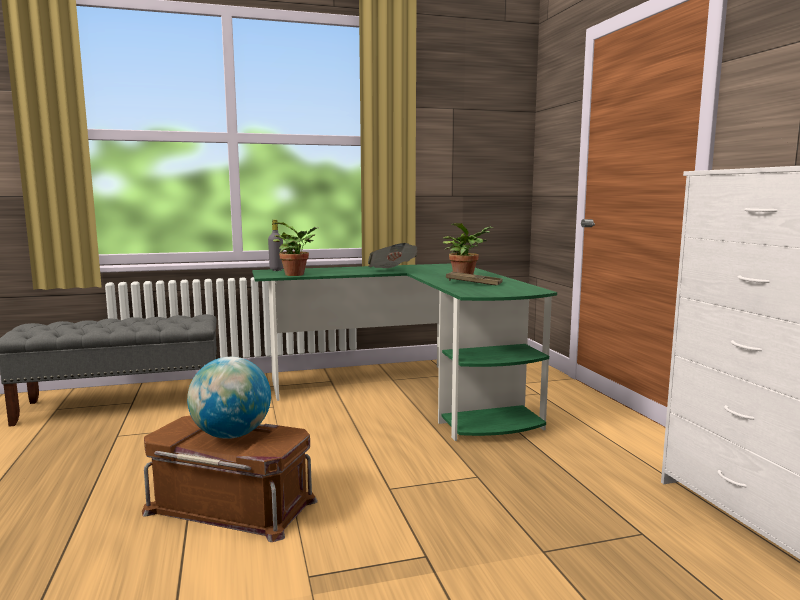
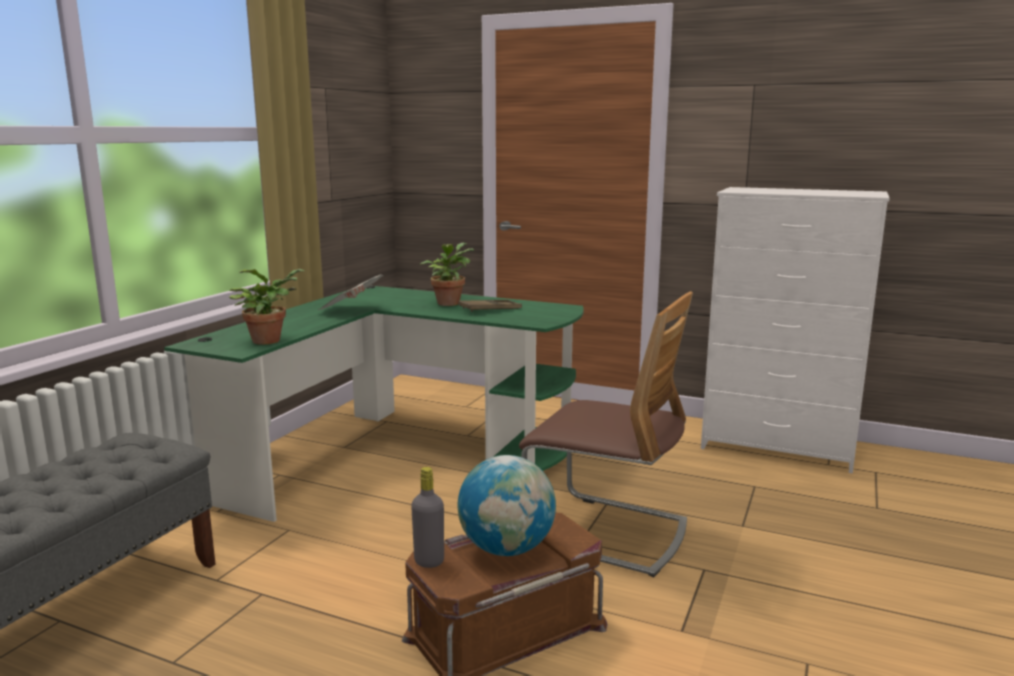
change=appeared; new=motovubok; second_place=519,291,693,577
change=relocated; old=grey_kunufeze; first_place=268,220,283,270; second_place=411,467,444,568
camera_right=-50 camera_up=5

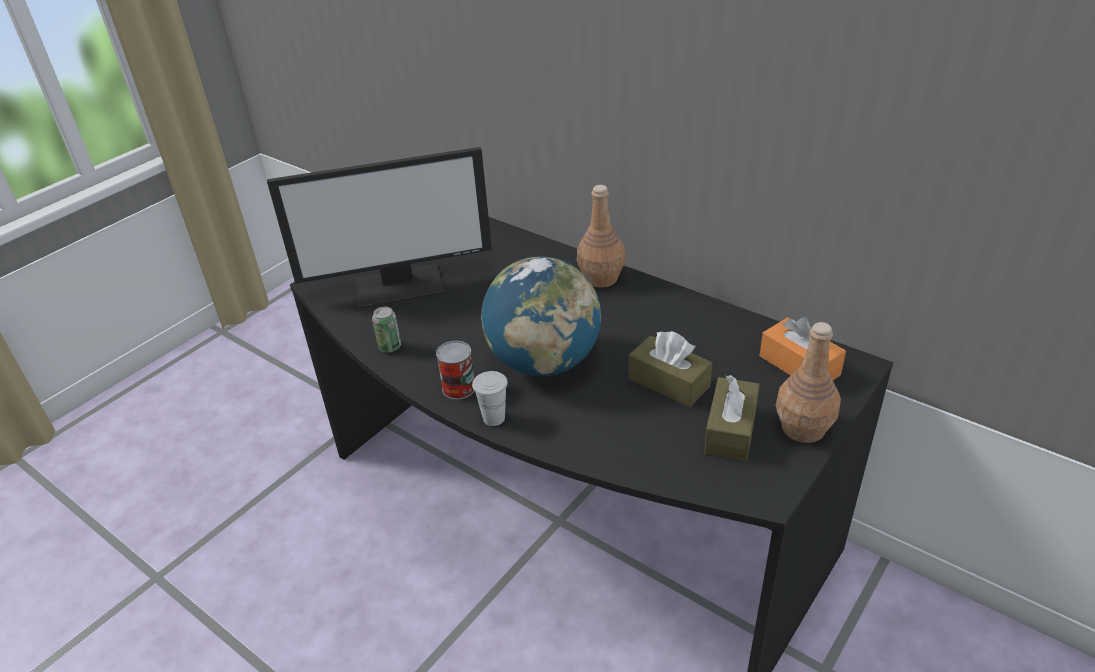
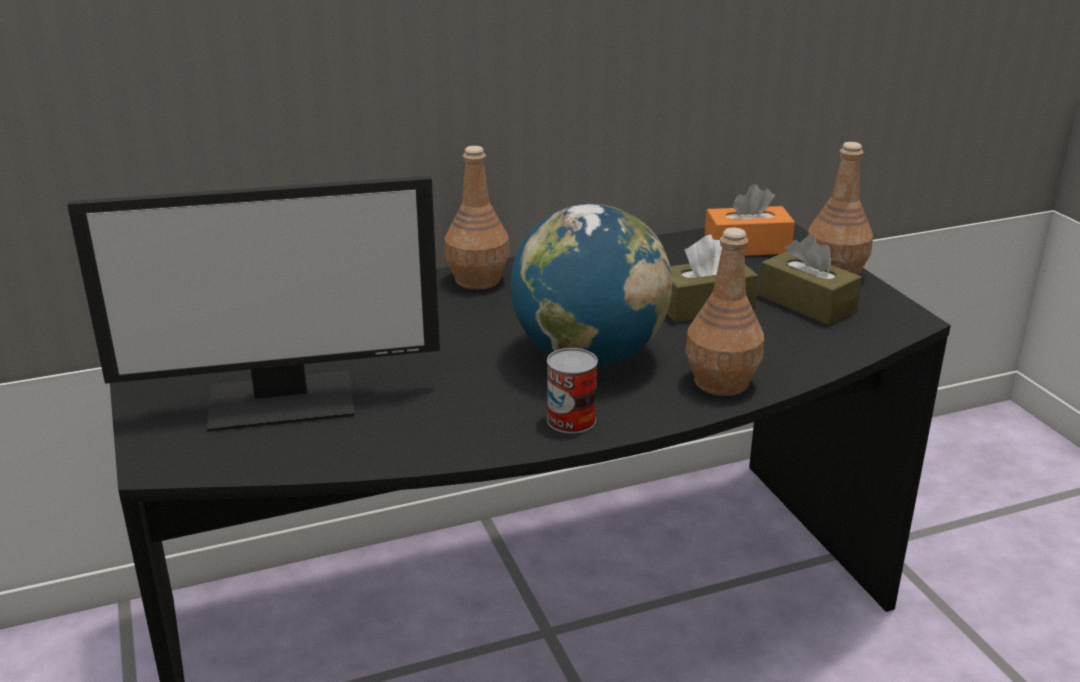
change=missing; old=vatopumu; first_place=372,307,401,352
change=missing; old=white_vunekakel; first_place=472,371,508,426
change=appeared; new=brown_kunufeze; second_place=685,227,764,396
change=spun; old=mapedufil; first_place=267,147,492,308; second_place=67,176,440,432; degrees=60
camera_right=-60 camera_up=-10

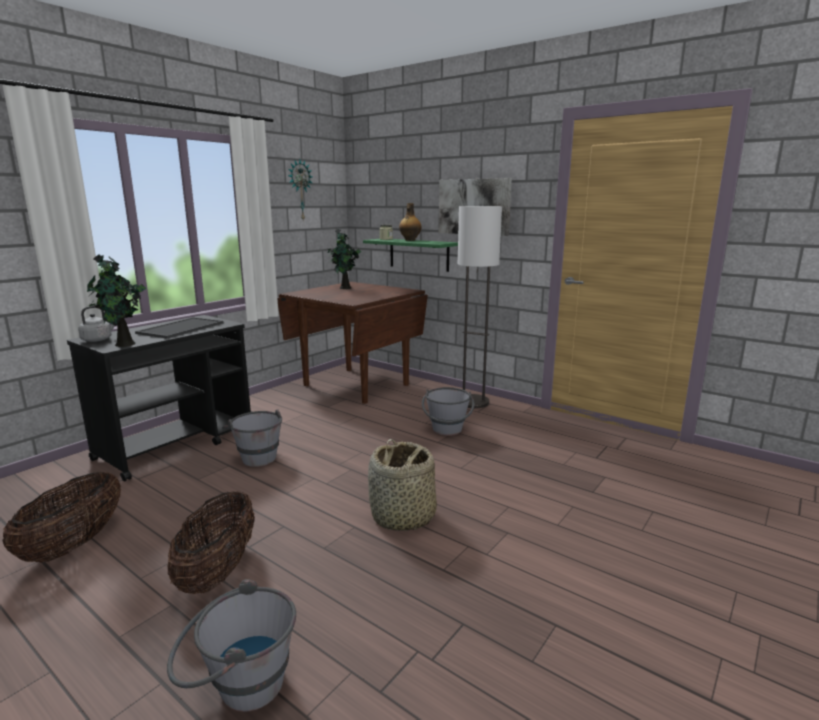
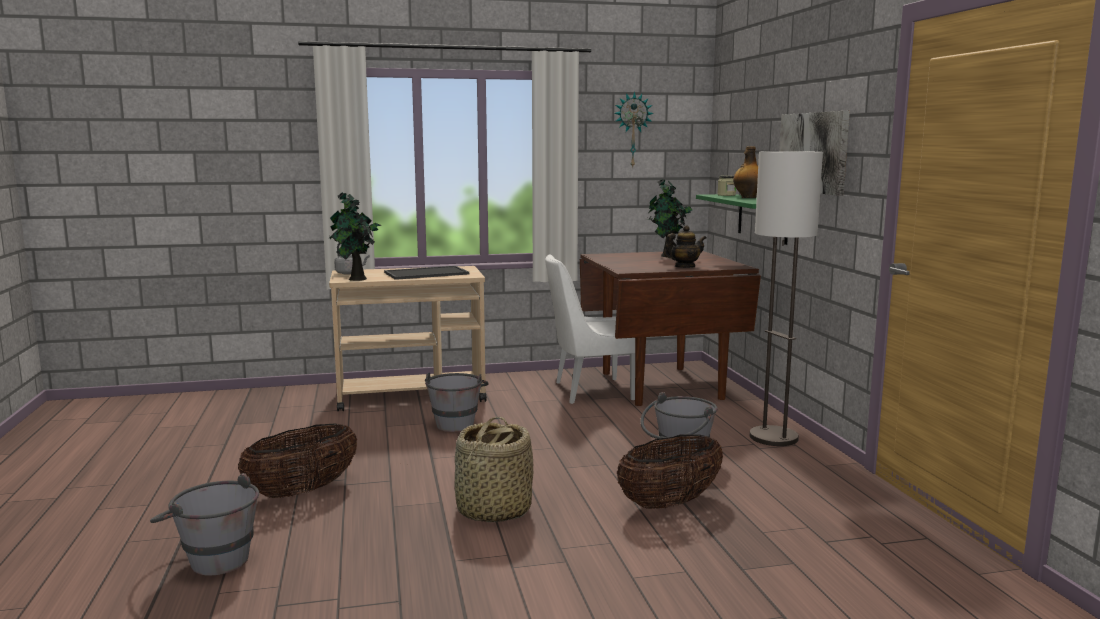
change=appeared; new=white_motovubok; second_place=545,254,635,404
change=appeared; new=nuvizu; second_place=664,225,707,268
change=relocated; old=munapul; first_place=2,472,121,562; second_place=617,435,723,509
change=colour; old=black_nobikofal; new=beige_nobikofal; first_place=67,315,251,482; second_place=329,266,487,412
camera_right=40 camera_up=-5

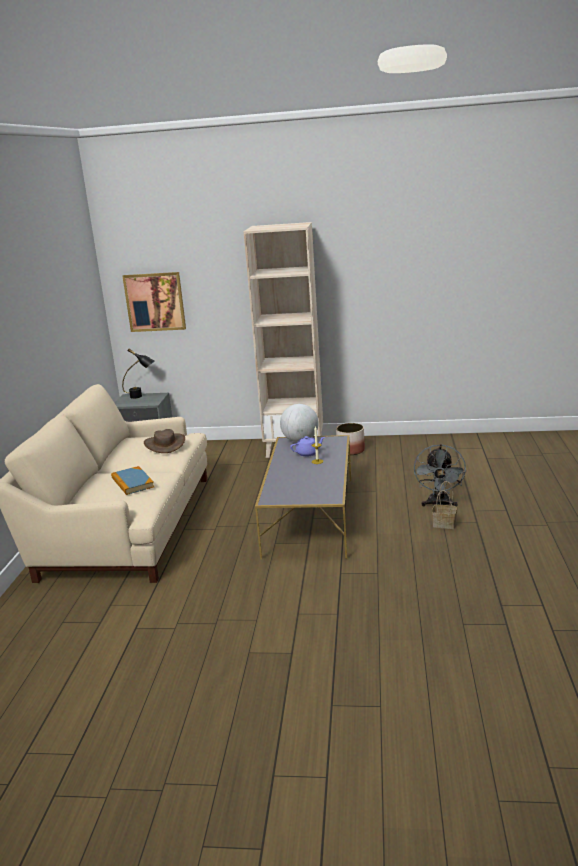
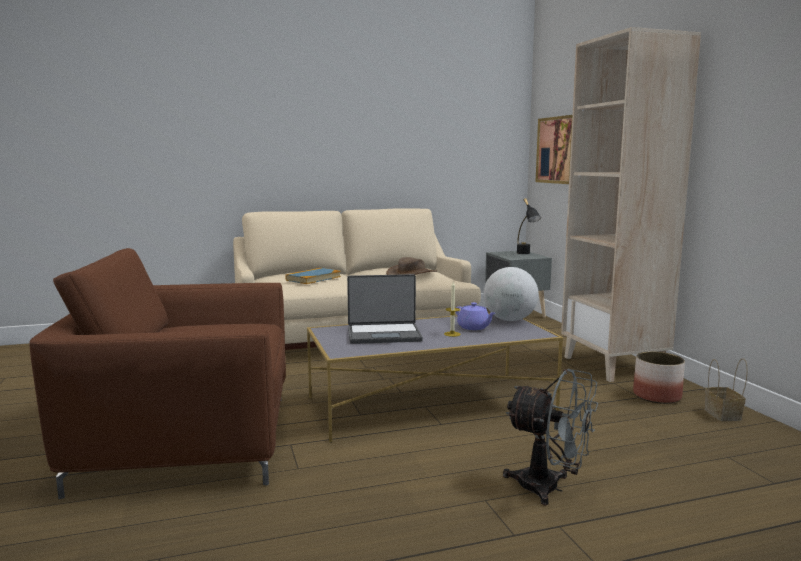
change=appeared; new=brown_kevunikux; second_place=29,248,286,499
change=appeared; new=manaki; second_place=347,274,423,344
change=relocated; old=munapul; first_place=432,481,457,529; second_place=705,358,748,421
change=spun; old=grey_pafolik; first_place=414,444,466,506; second_place=503,369,598,506; degrees=-135
camera_right=65 camera_up=-10

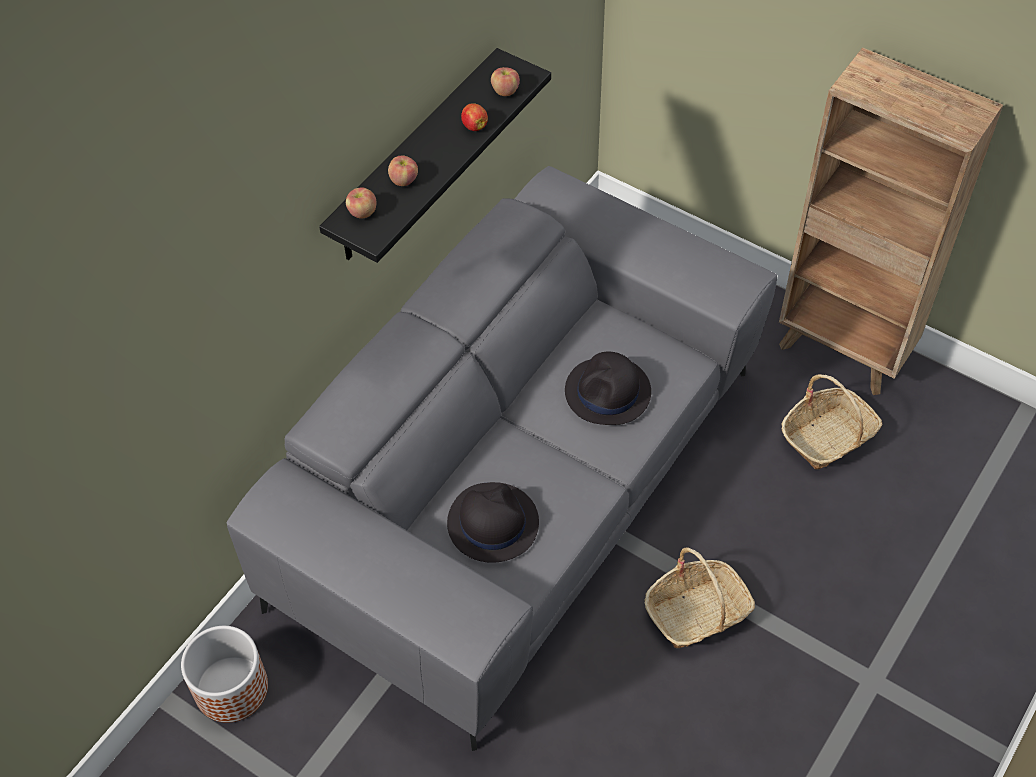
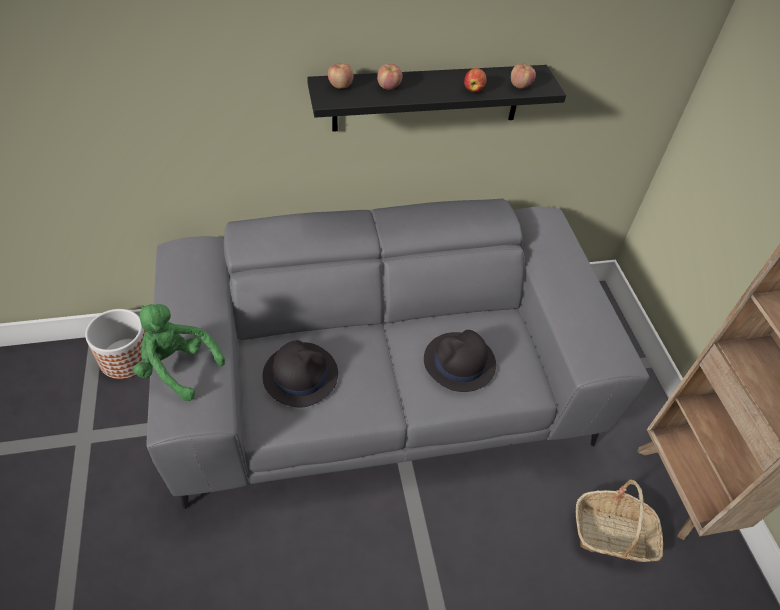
change=missing; old=munapul; first_place=644,548,755,648
change=appeared; new=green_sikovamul; second_place=134,304,225,401
camera_right=40 camera_up=-5

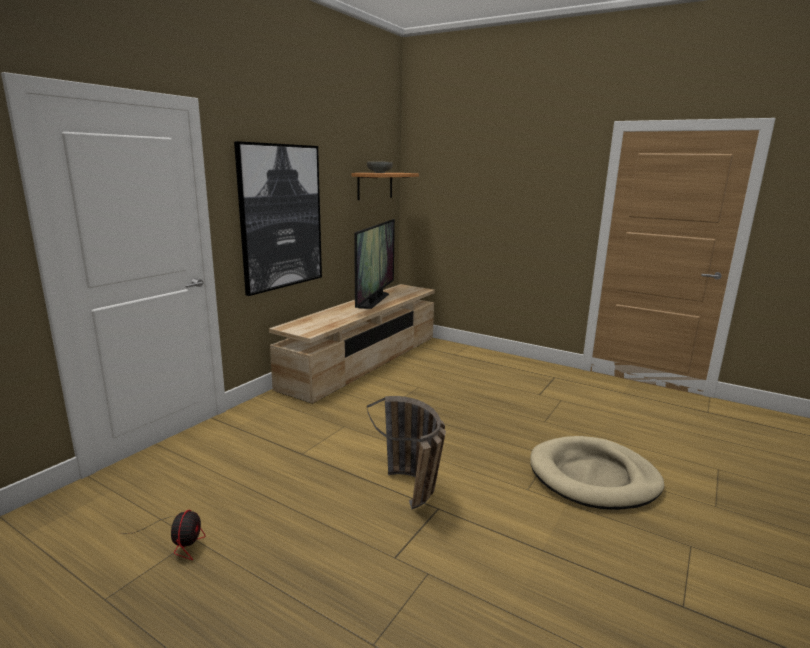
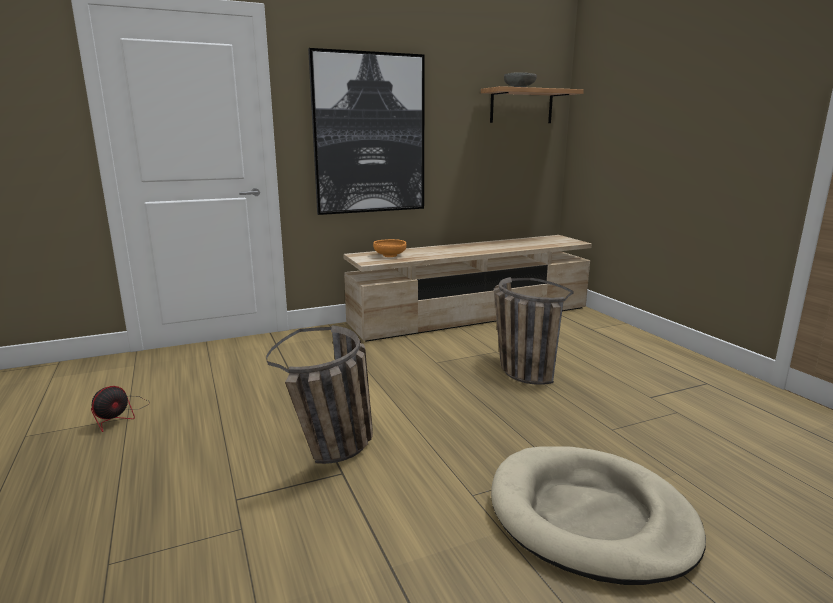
change=missing; old=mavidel; first_place=354,219,395,309
change=appeared; new=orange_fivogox; second_place=373,239,406,257
change=appeared; new=munapul; second_place=494,277,574,385
camera_right=35 camera_up=0

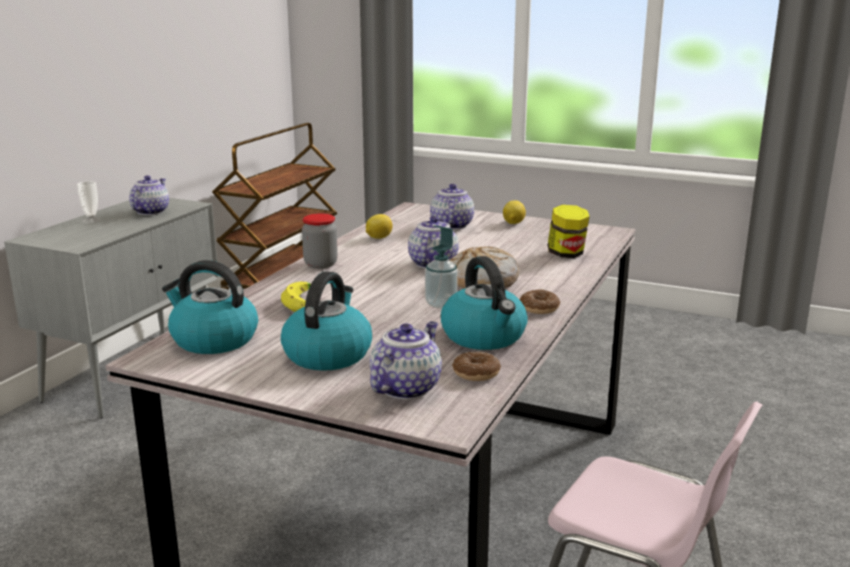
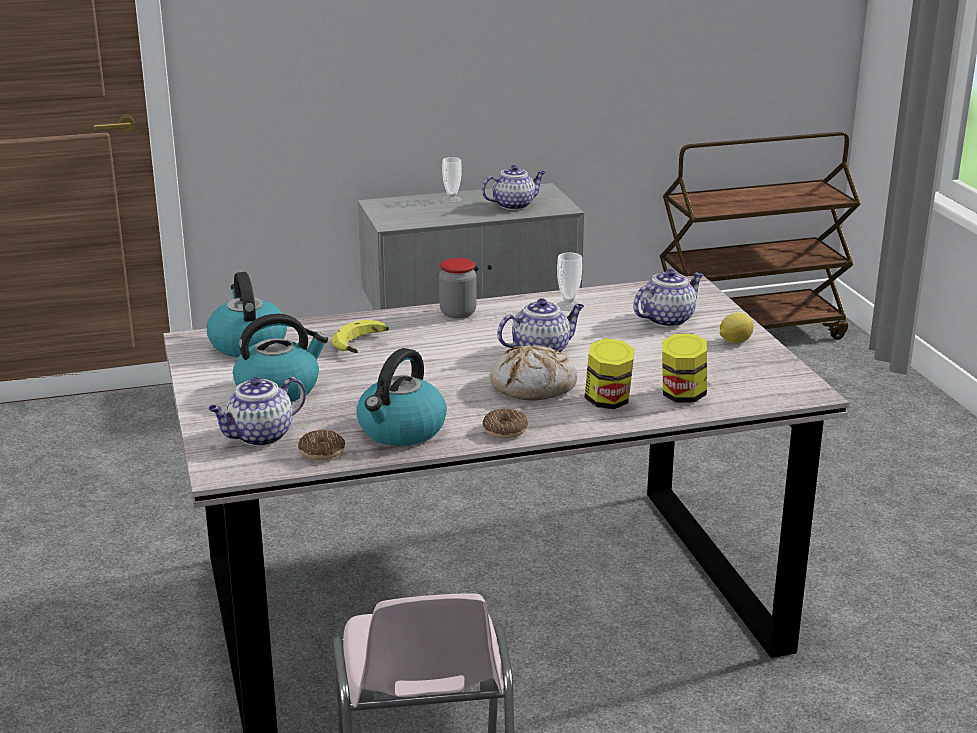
change=missing; old=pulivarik; first_place=425,225,458,309
change=appeared; new=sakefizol; second_place=584,338,635,409
change=exchanged; old=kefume; new=vunekakel; first_place=366,214,393,239; second_place=556,252,582,311
change=spun; old=nuvizu; first_place=370,321,442,400; second_place=208,377,306,446; degrees=150
camera_right=50 camera_up=5

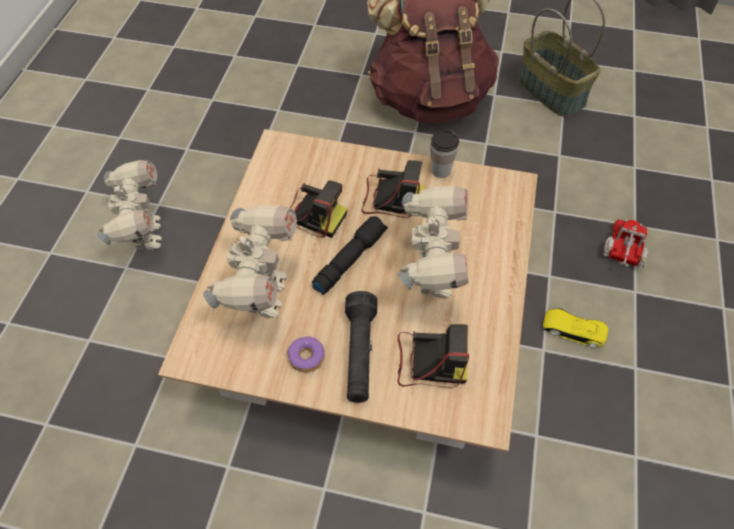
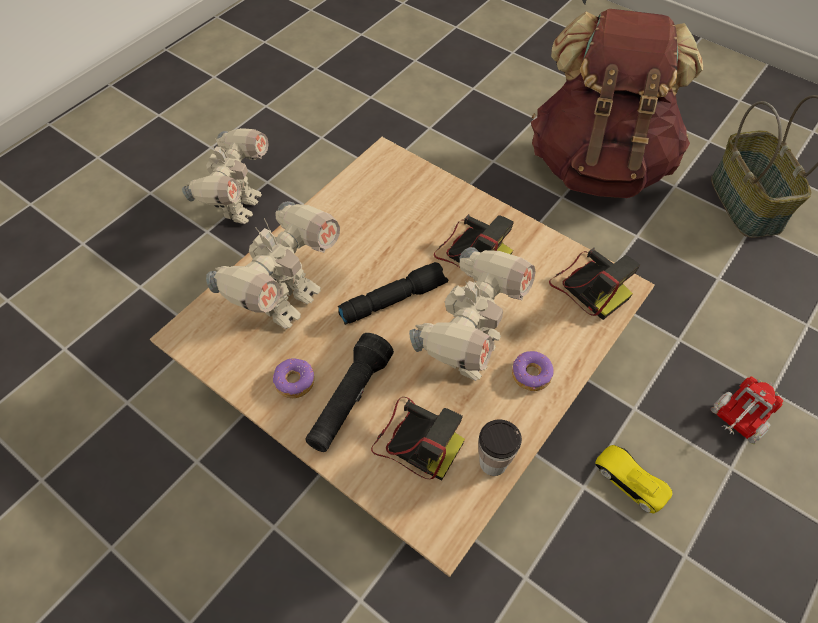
change=appeared; new=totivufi; second_place=512,351,554,391
change=relocated; old=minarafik; first_place=290,180,348,238; second_place=549,248,640,320
change=relocated; old=vunekakel; first_place=431,130,459,178; second_place=479,420,522,476
camera_right=25 camera_up=0

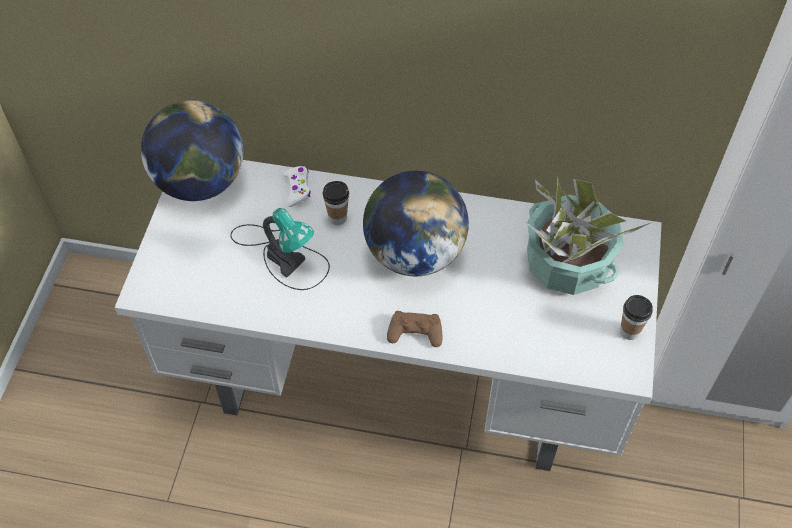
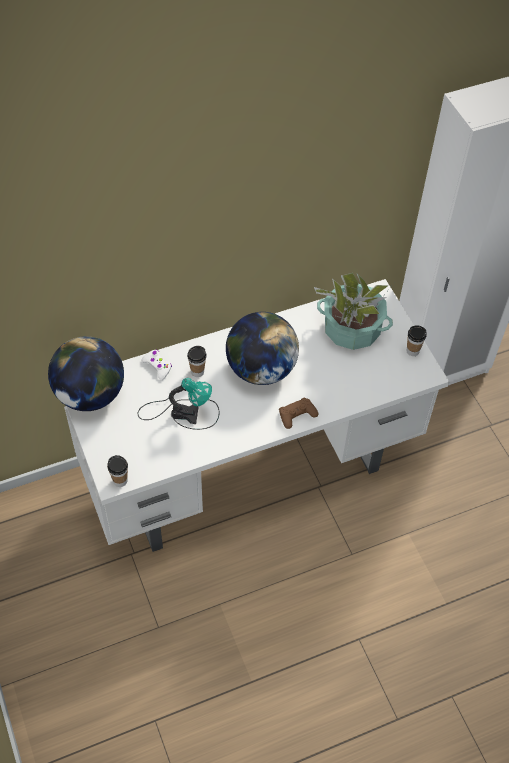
change=appeared; new=vunekakel; second_place=107,455,128,487
camera_right=-35 camera_up=0

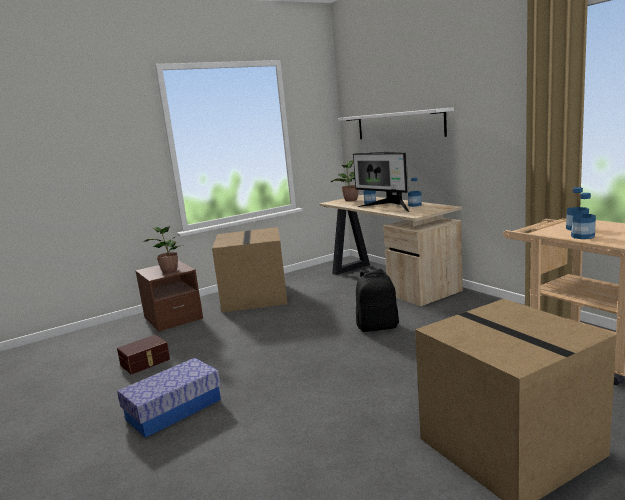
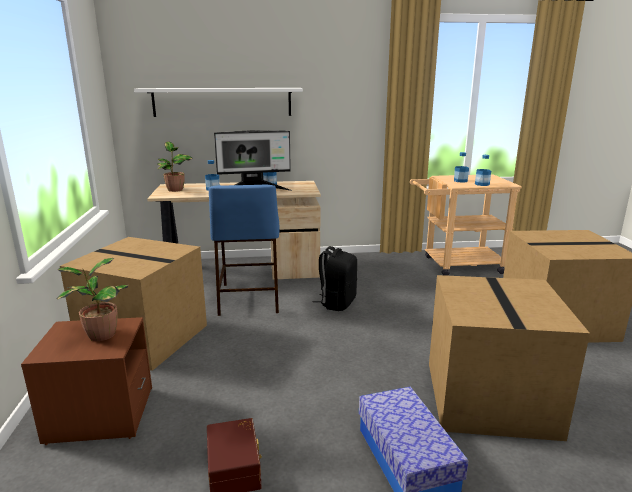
change=appeared; new=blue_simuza; second_place=209,184,279,316
change=appeared; new=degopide; second_place=429,275,590,441
camera_right=-65 camera_up=5

